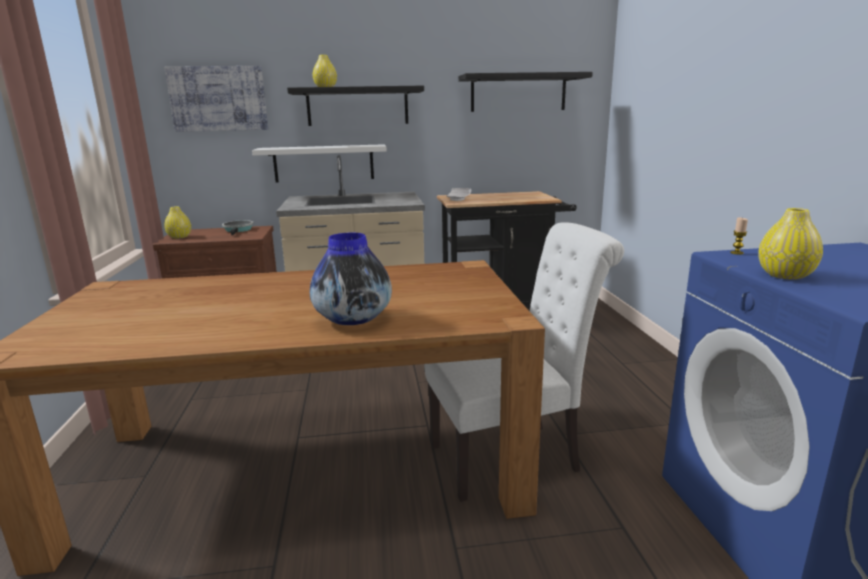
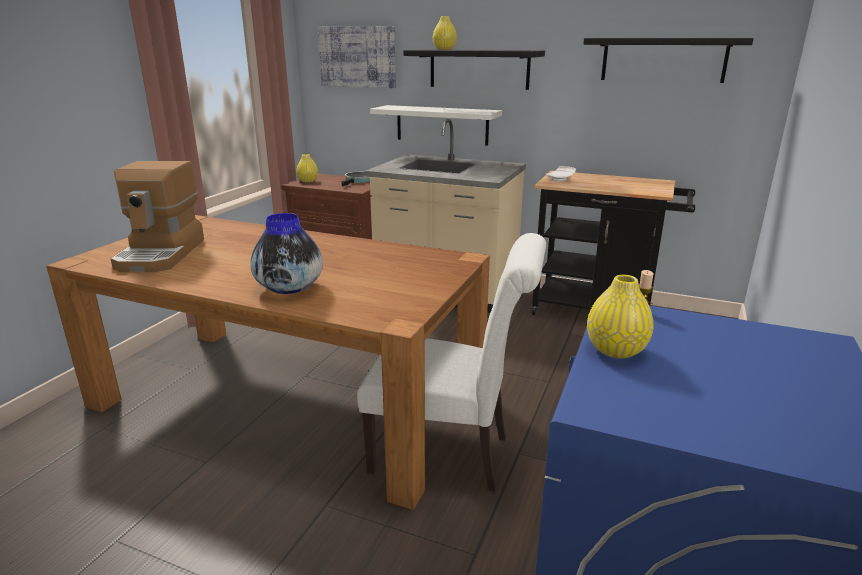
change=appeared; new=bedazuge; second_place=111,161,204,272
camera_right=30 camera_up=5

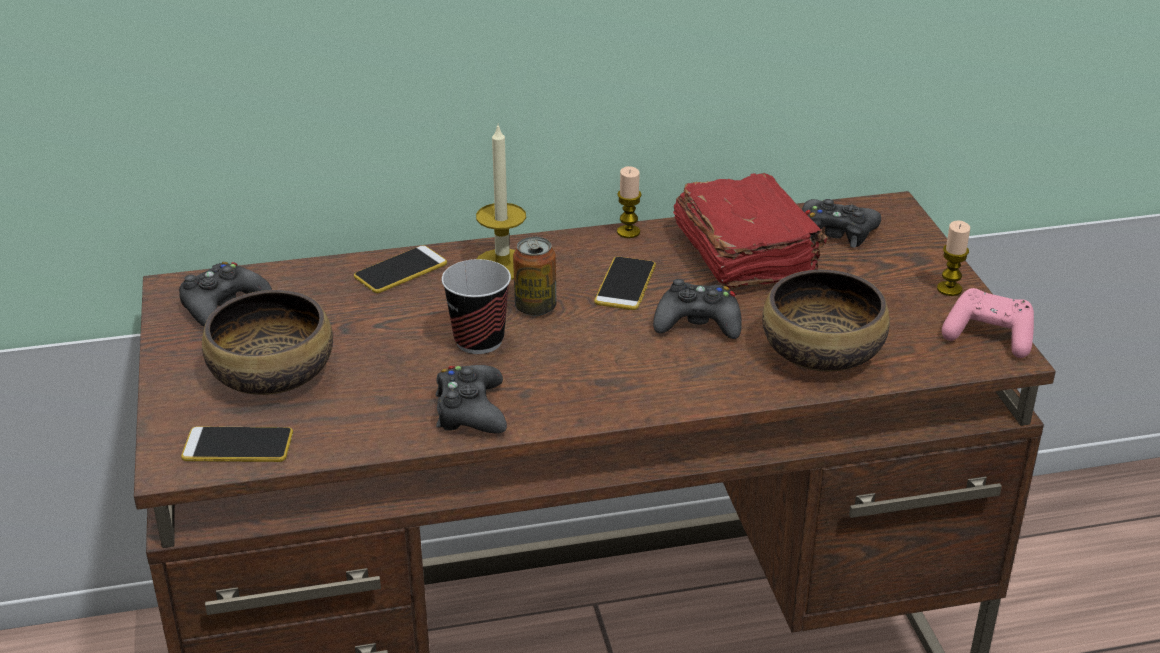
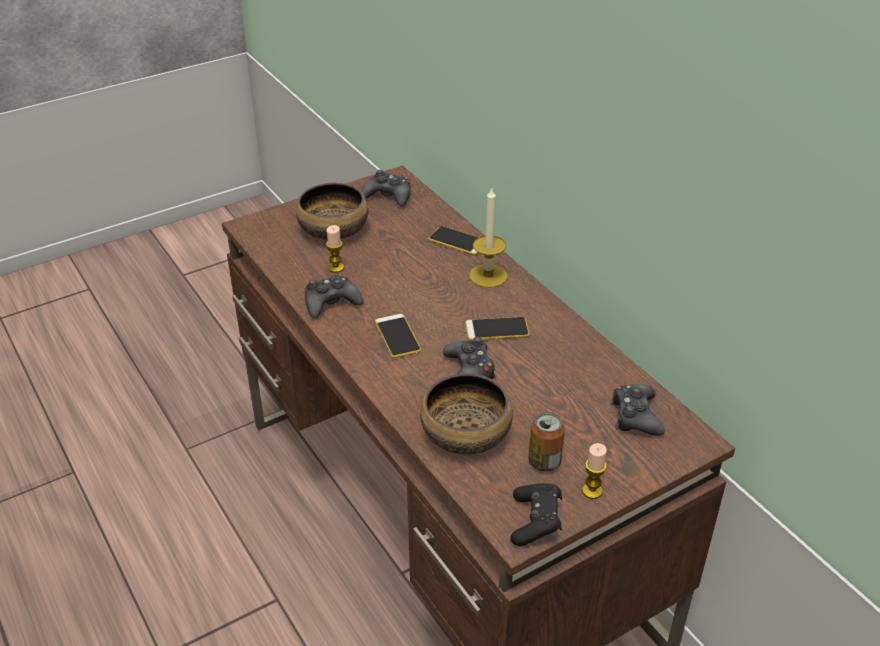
change=missing; old=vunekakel; first_place=442,259,511,354
change=missing; old=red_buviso; first_place=673,173,827,289
change=relocated; old=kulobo; first_place=181,427,293,462; second_place=375,314,421,358
change=relocated; old=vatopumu; first_place=513,237,556,316; second_place=529,412,565,472
change=relocated; old=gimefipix; first_place=617,166,642,238; second_place=326,225,344,273
change=colour; old=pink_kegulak; new=black_kegulak; first_place=942,288,1034,358; second_place=510,483,562,546
camera_right=70 camera_up=5

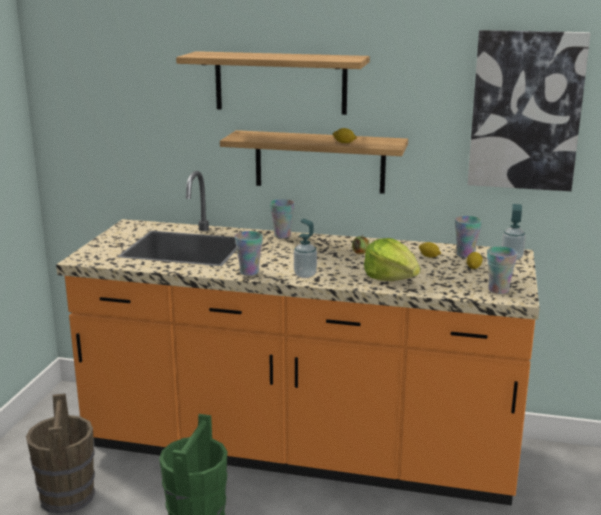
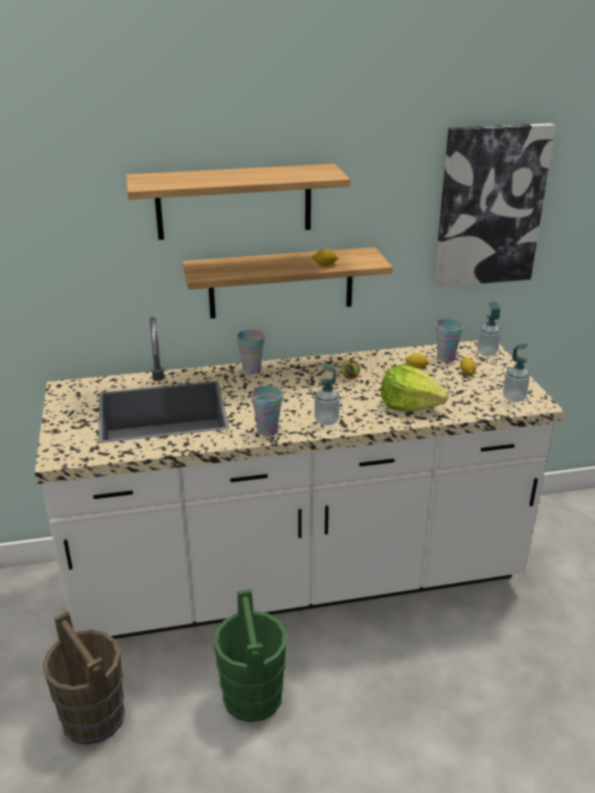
change=exchanged; old=vunekakel; new=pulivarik; first_place=487,247,518,294; second_place=503,344,530,402
change=colour; old=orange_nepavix; new=white_nepavix; first_place=56,171,540,506; second_place=35,317,565,639
camera_right=-25 camera_up=10

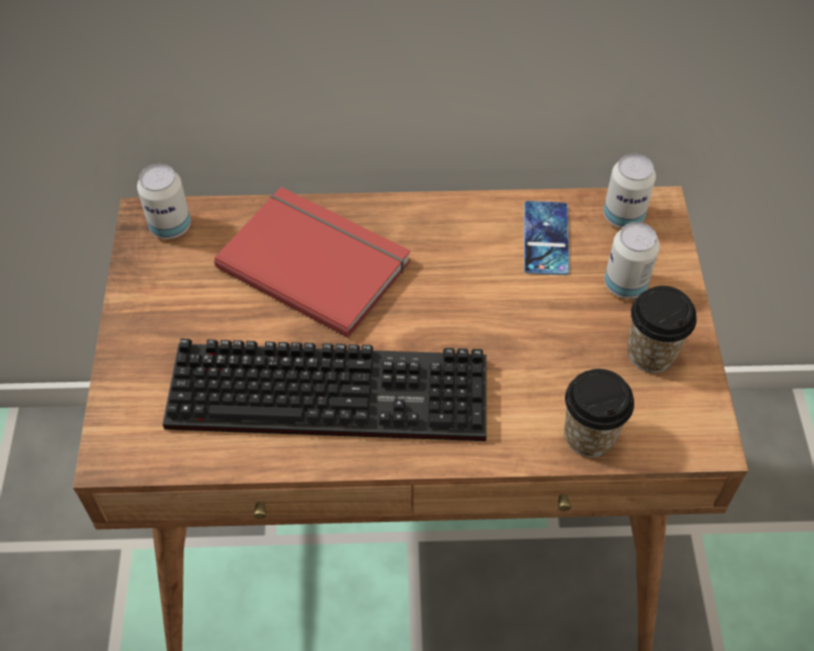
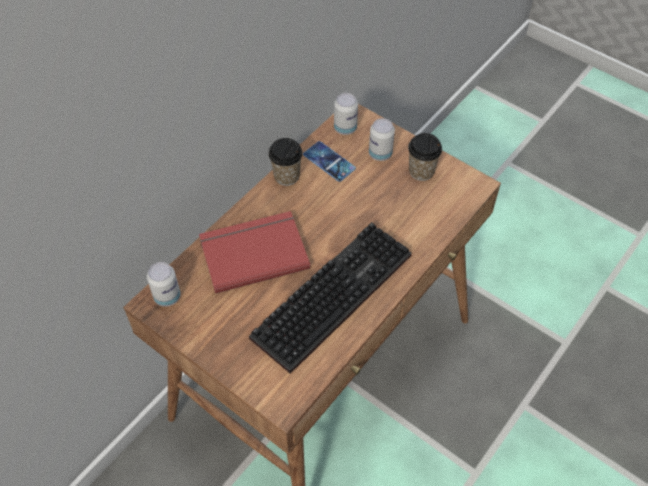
change=relocated; old=vunekakel; first_place=564,369,634,457; second_place=268,138,303,186
camera_right=-50 camera_up=0

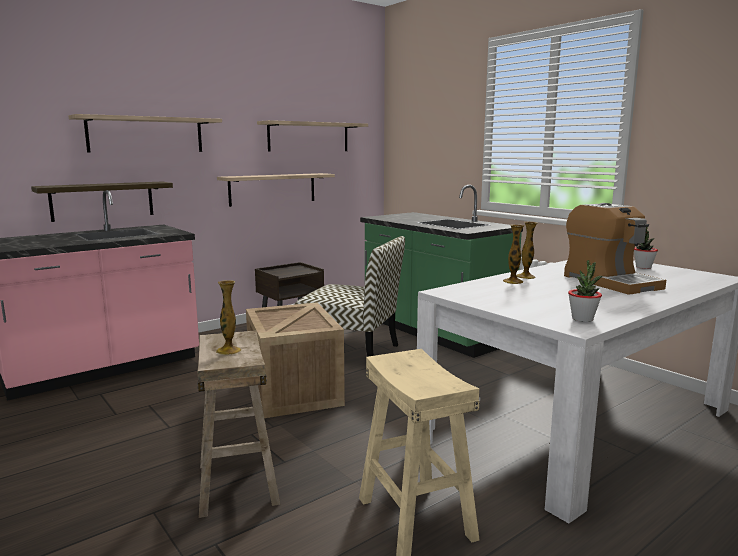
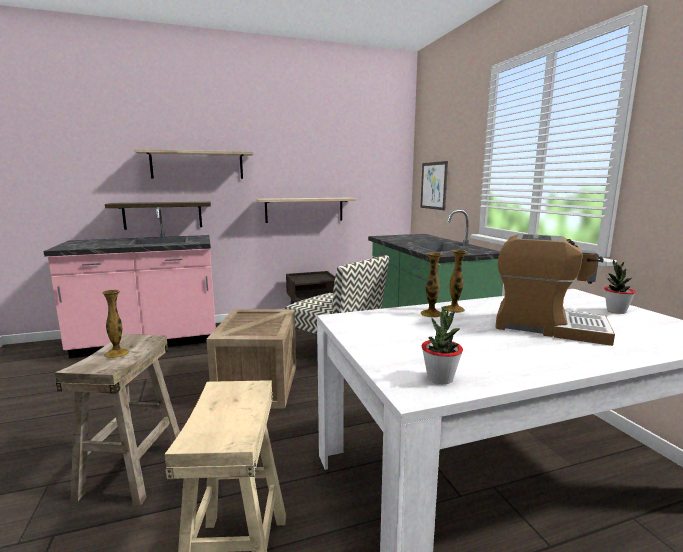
change=missing; old=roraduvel; first_place=257,120,368,152
change=appeared; new=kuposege; second_place=420,161,448,210
change=spun; old=bedazuge; first_place=564,203,666,295; second_place=495,234,615,346; degrees=-60
camera_right=20 camera_up=0

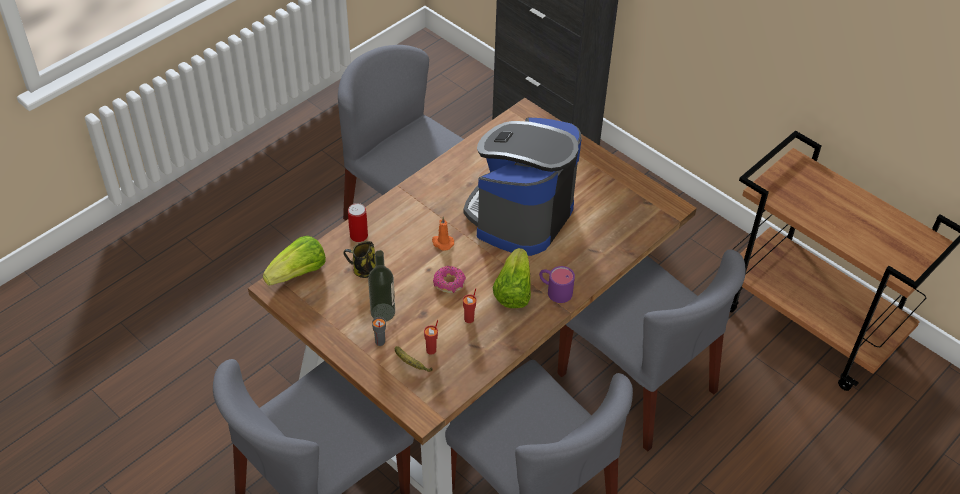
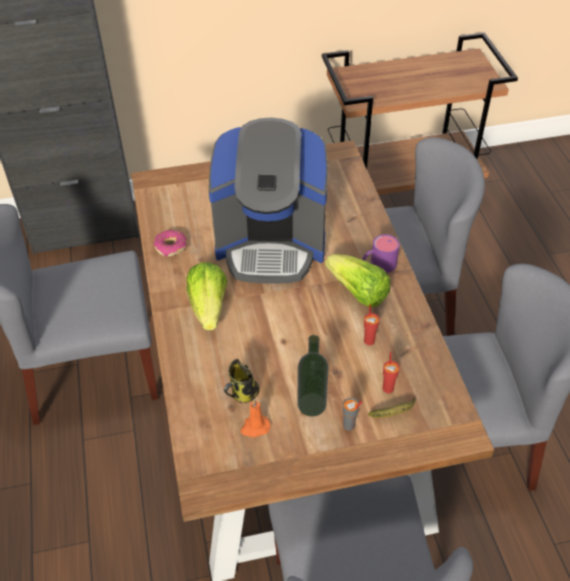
change=missing; old=vatopumu; first_place=348,203,368,242
change=relocated; old=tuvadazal; first_place=263,236,326,286; second_place=186,262,227,330
change=relocated; old=orange_gimefipix; first_place=432,217,454,251; second_place=240,399,270,437
change=relocated; old=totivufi; first_place=433,266,466,293; second_place=154,230,186,257
change=spun; old=bedazuge; first_place=463,117,582,256; second_place=209,118,328,284; degrees=-60
camera_right=-55 camera_up=0

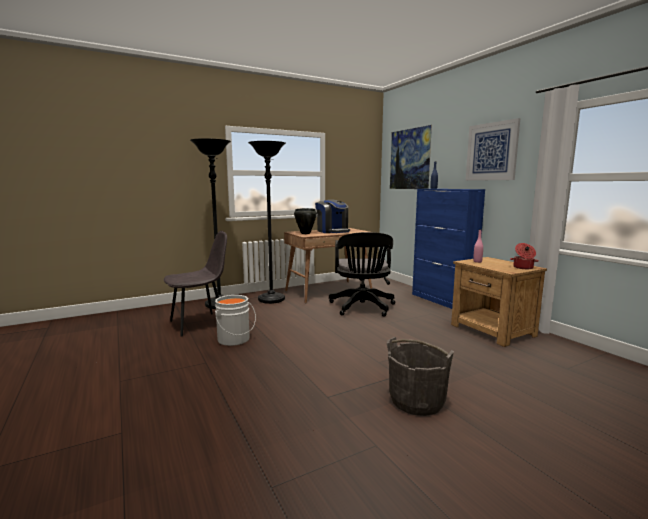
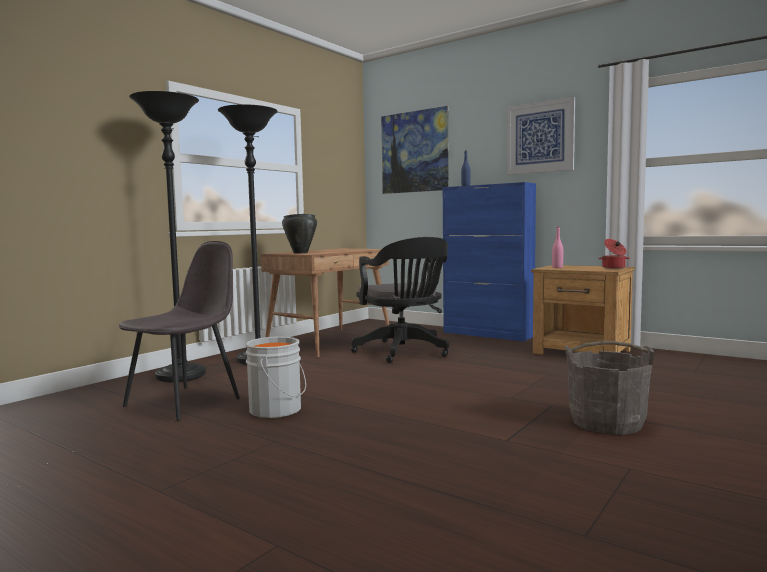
change=missing; old=bedazuge; first_place=315,199,350,233
camera_right=-25 camera_up=-5

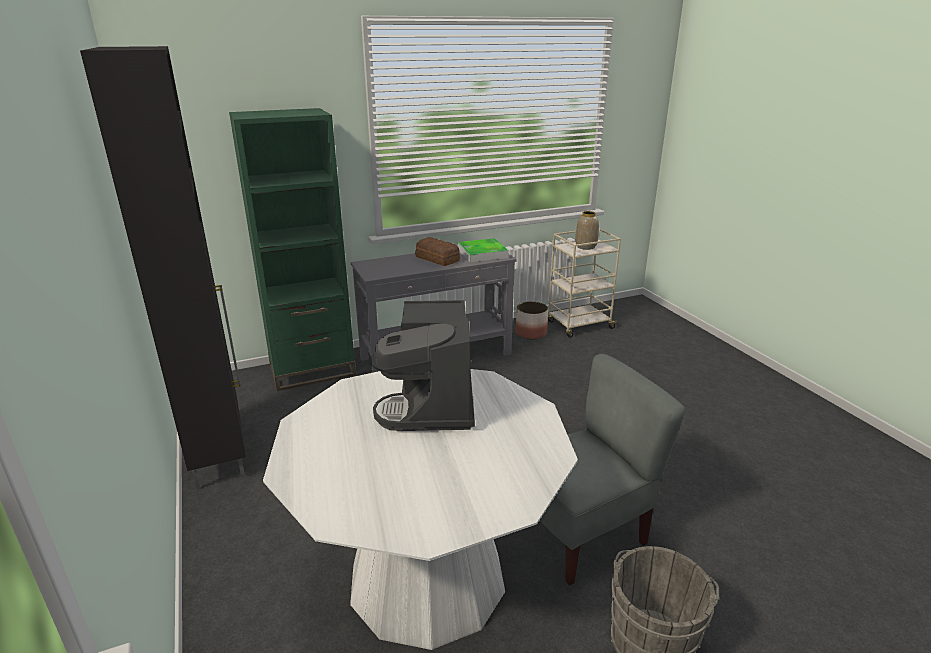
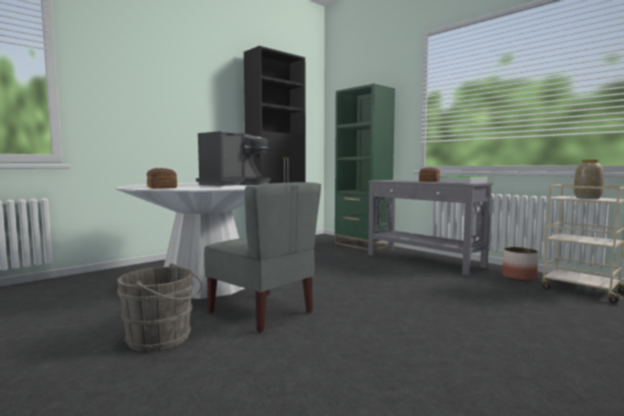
change=appeared; new=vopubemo; second_place=147,168,177,189
change=spun; old=bedazuge; first_place=371,300,475,431; second_place=196,131,270,186; degrees=150
camera_right=70 camera_up=-20

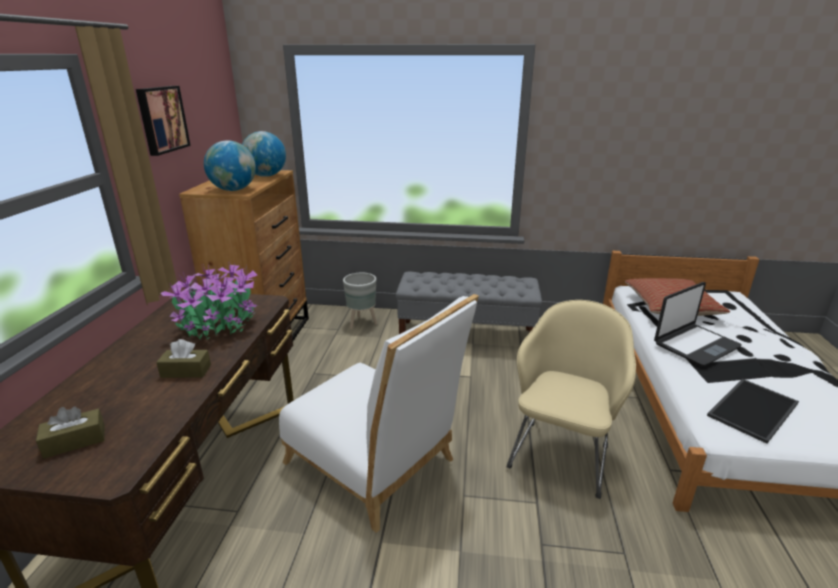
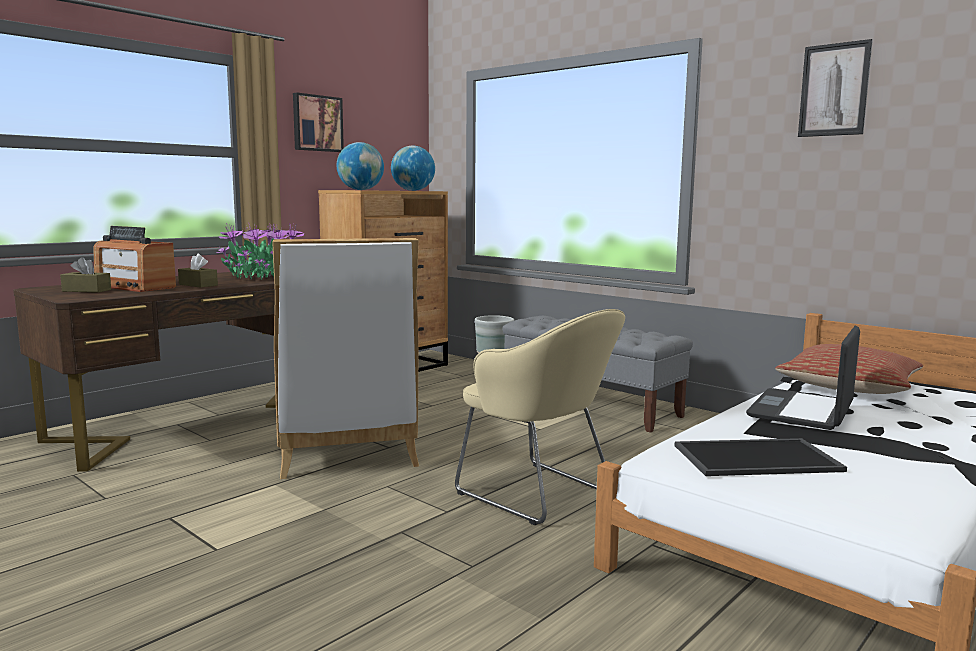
change=appeared; new=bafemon; second_place=93,226,176,292
change=appeared; new=kuposege; second_place=798,39,873,137
change=spun; old=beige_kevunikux; first_place=507,300,636,499; second_place=455,309,625,525; degrees=75
change=spun; old=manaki; first_place=654,282,742,366; second_place=746,326,860,430; degrees=120
camera_right=35 camera_up=-15

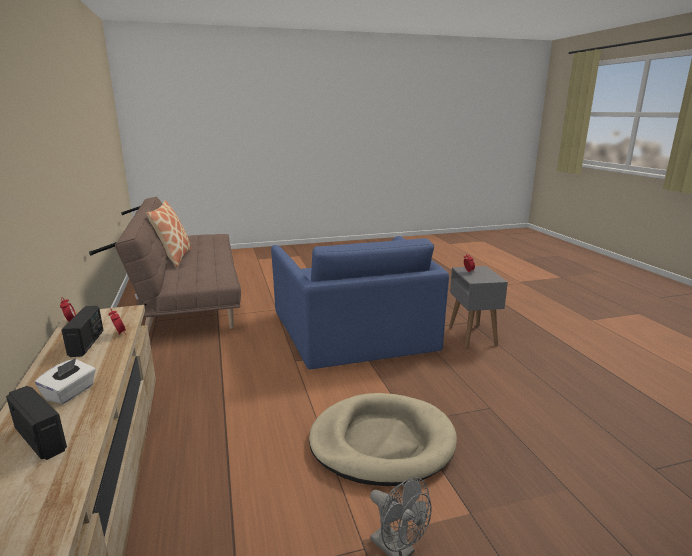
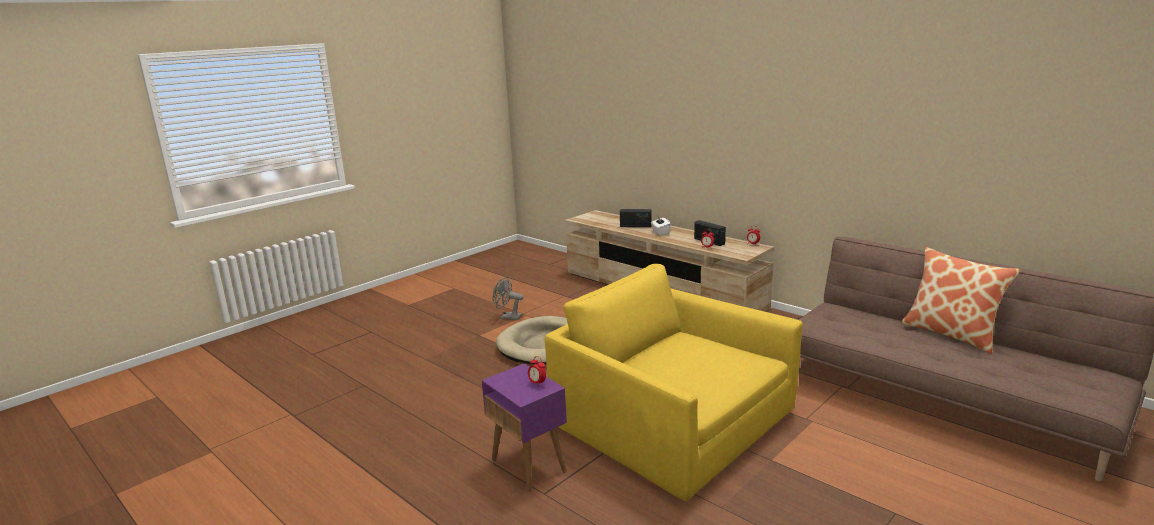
change=colour; old=blue_kevunikux; new=yellow_kevunikux; first_place=271,236,449,370; second_place=545,263,803,501
change=colour; old=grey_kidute; new=purple_kidute; first_place=449,266,508,348; second_place=482,363,567,491
camera_right=150 camera_up=0

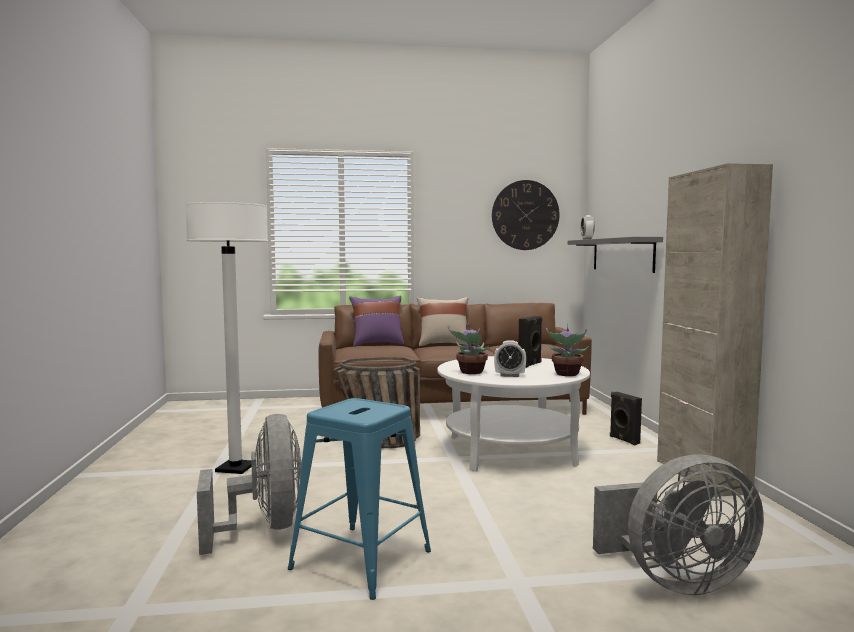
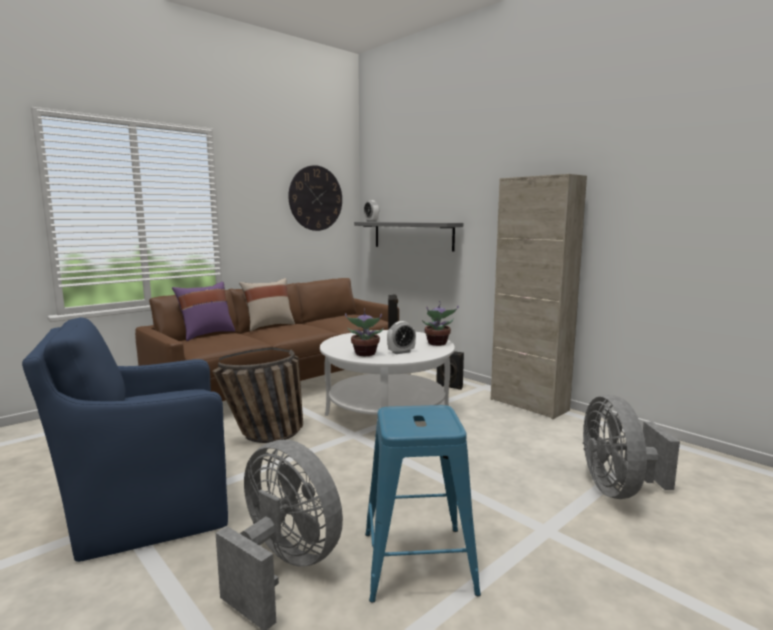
change=exchanged; old=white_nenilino; new=blue_kevunikux; first_place=185,202,268,474; second_place=22,317,228,562
change=spun; old=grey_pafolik; first_place=593,454,764,595; second_place=583,395,680,499; degrees=135
camera_right=-35 camera_up=5

